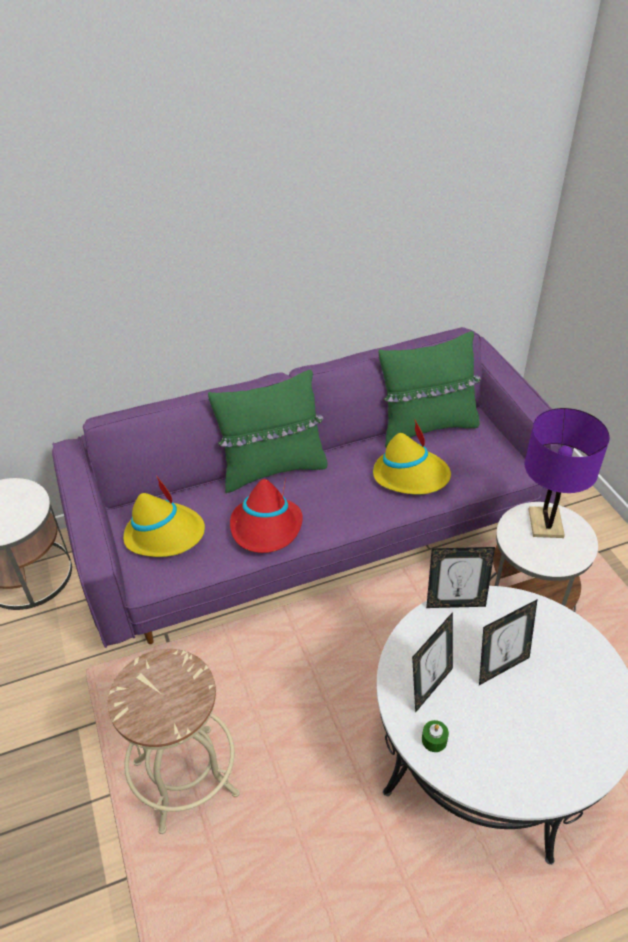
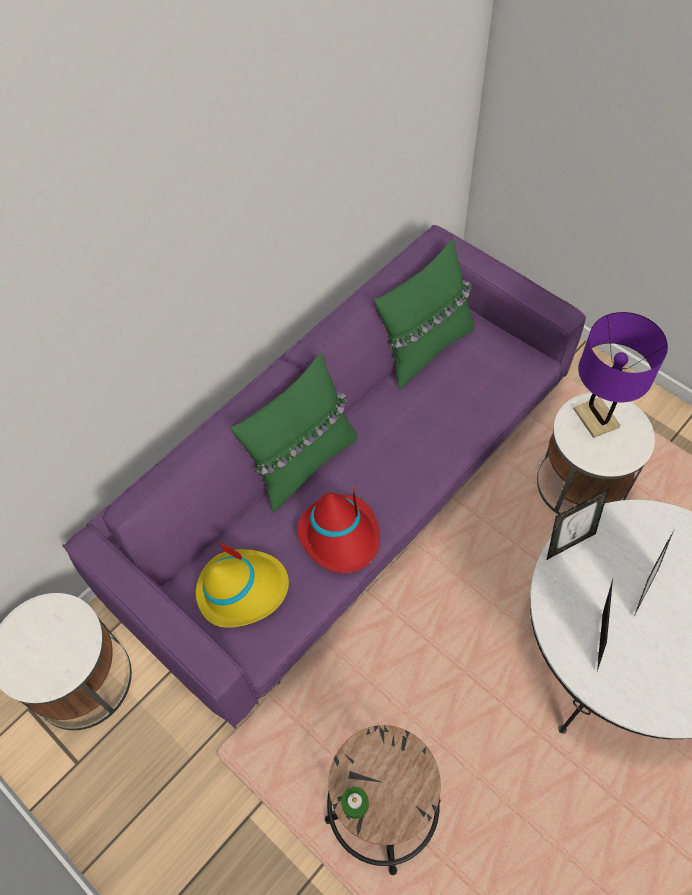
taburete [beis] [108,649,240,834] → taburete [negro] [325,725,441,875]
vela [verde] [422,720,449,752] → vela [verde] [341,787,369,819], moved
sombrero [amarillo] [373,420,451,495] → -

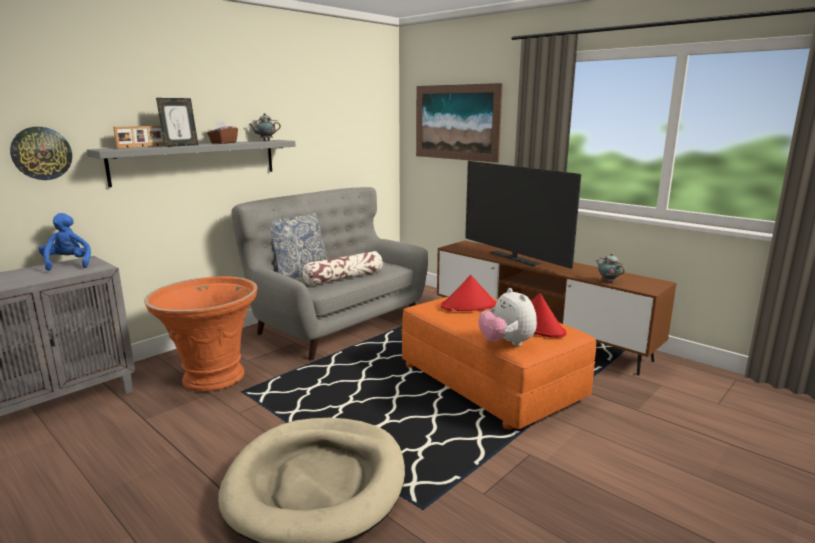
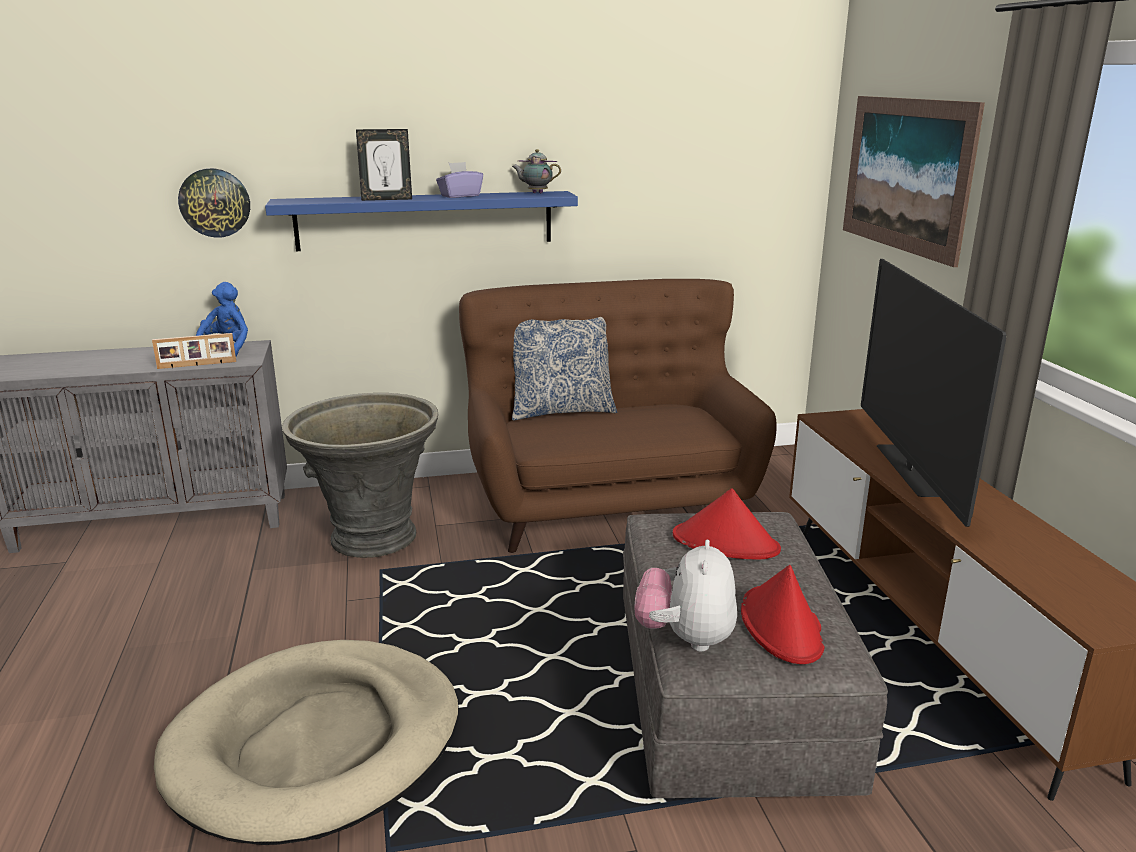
portarretratos [113,126,164,148] → portarretratos [152,333,236,369], moved
estante [gris] [87,140,296,187] → estante [azul] [265,191,578,251]
maceta [naranja] [144,276,258,392] → maceta [gris] [282,393,438,558]
caja de pañuelos [marrón] [207,121,238,144] → caja de pañuelos [morado] [436,162,483,198]
sofá [gris] [231,187,428,360] → sofá [marrón] [459,279,777,553]
puf [naranja] [402,296,596,430] → puf [gris] [623,512,888,798]
cojín [302,251,383,286] → -
tetera [596,253,625,283] → -

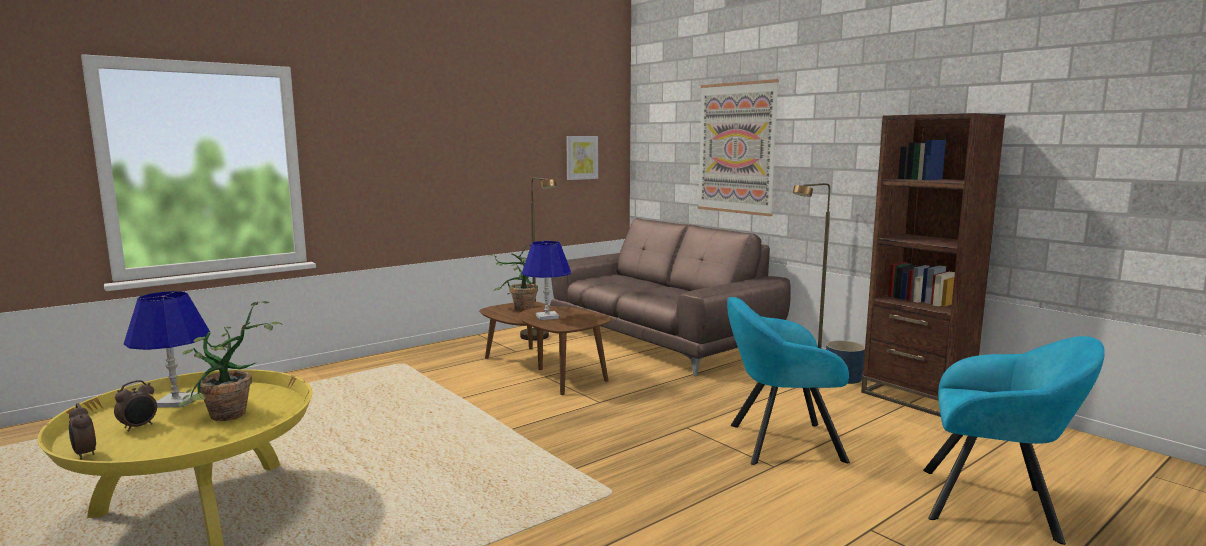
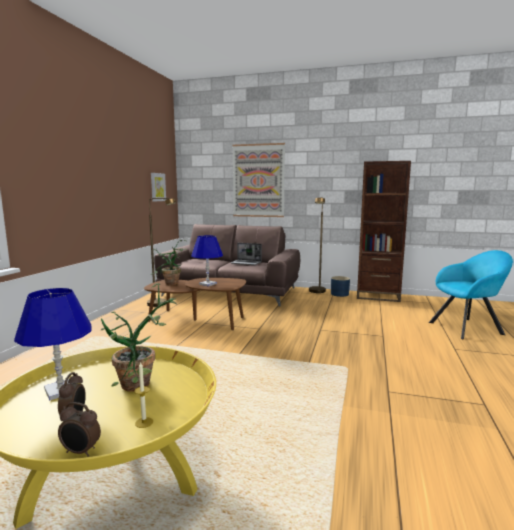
- → vela [134,361,153,428]
- → portátil [230,243,262,265]
sillón [turquesa] [727,297,850,465] → -

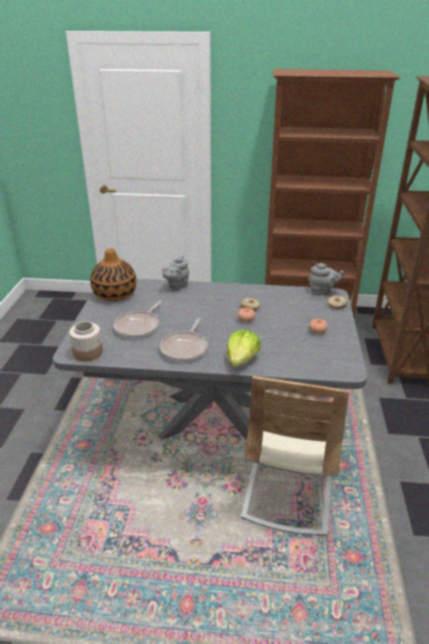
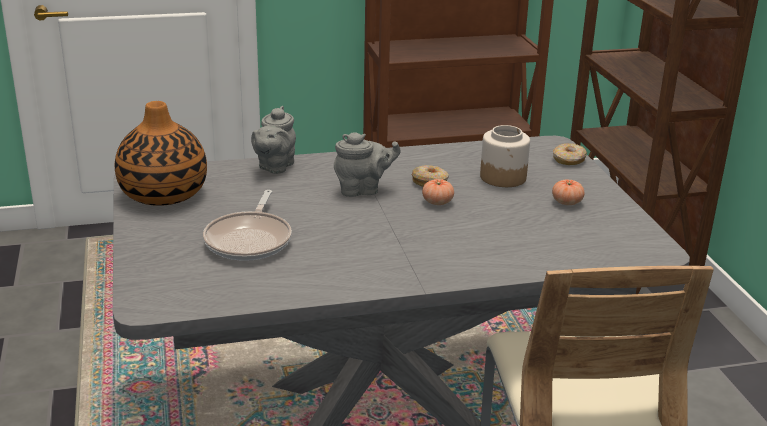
tetera [gris] [309,263,345,295] → tetera [gris] [334,132,401,197], moved
tarro [69,321,103,361] → tarro [480,125,530,187], moved
sartén [160,318,208,362] → -
lechuga [226,330,261,367] → -

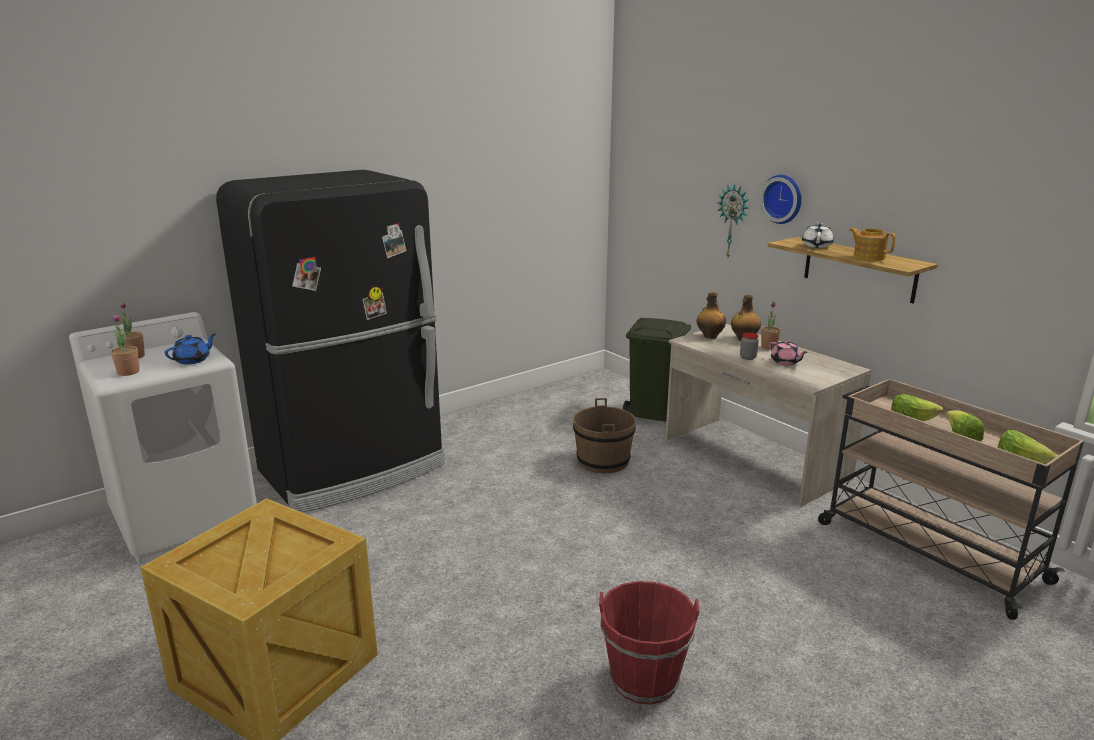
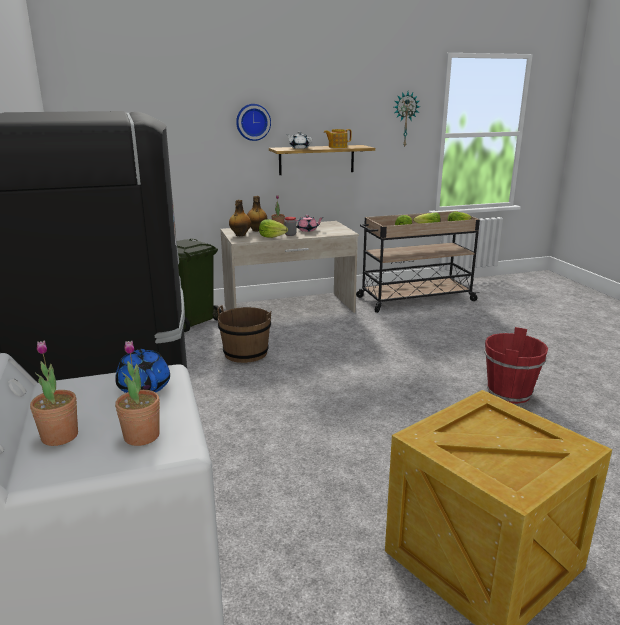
- → lechuga [259,219,288,238]
reloj de pared [717,184,749,257] → reloj de pared [394,92,420,148], moved

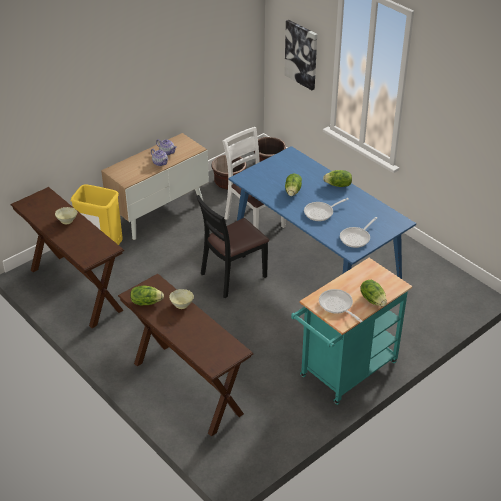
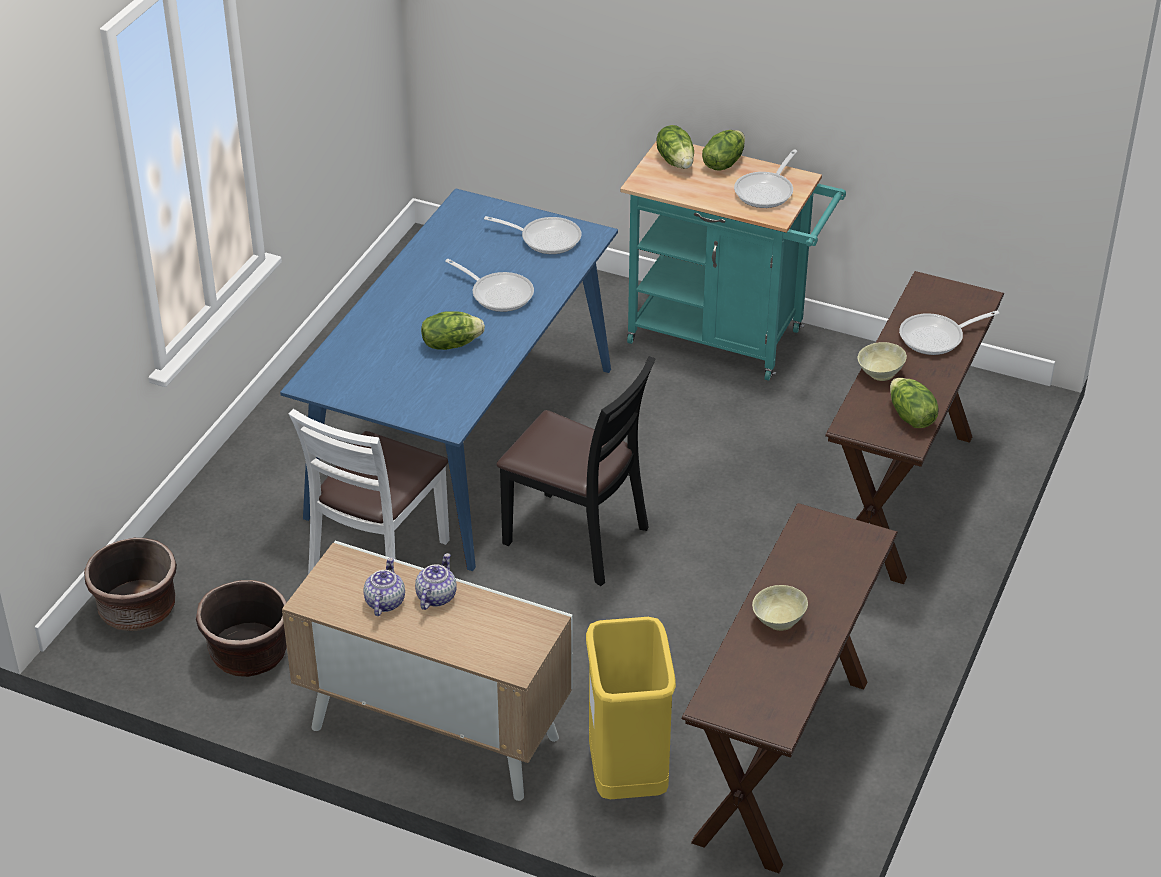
lechuga [323,170,352,187] → lechuga [657,125,694,169], moved
- → sartén [899,311,999,355]
cuadro [284,20,317,90] → -

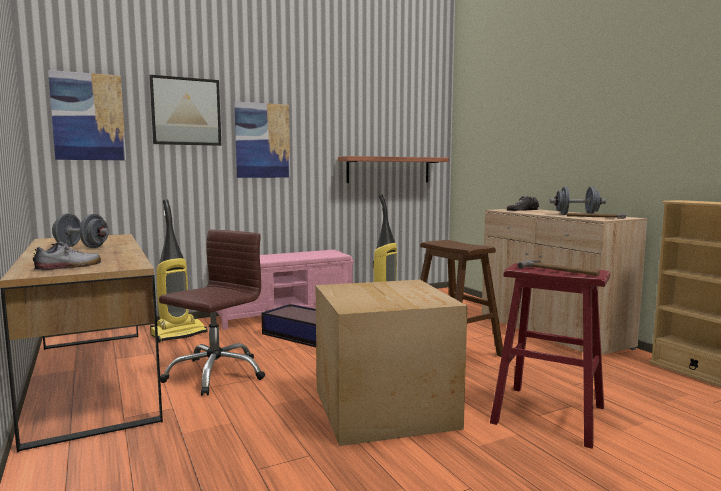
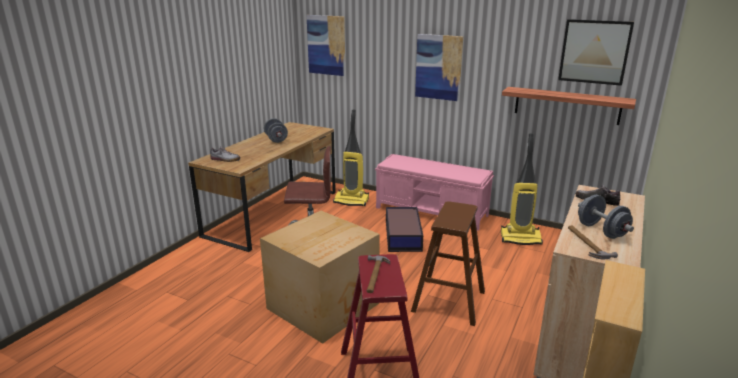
cuadro [149,75,221,146] → cuadro [558,19,634,86], moved

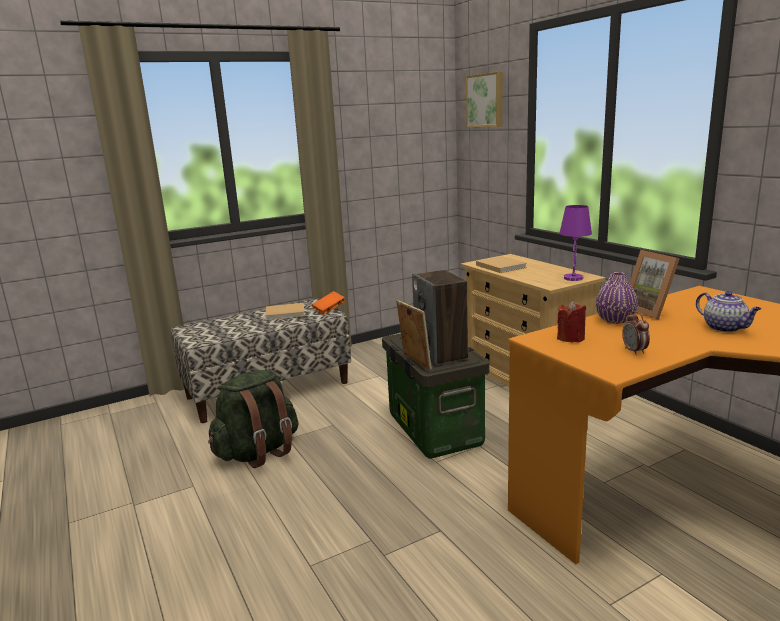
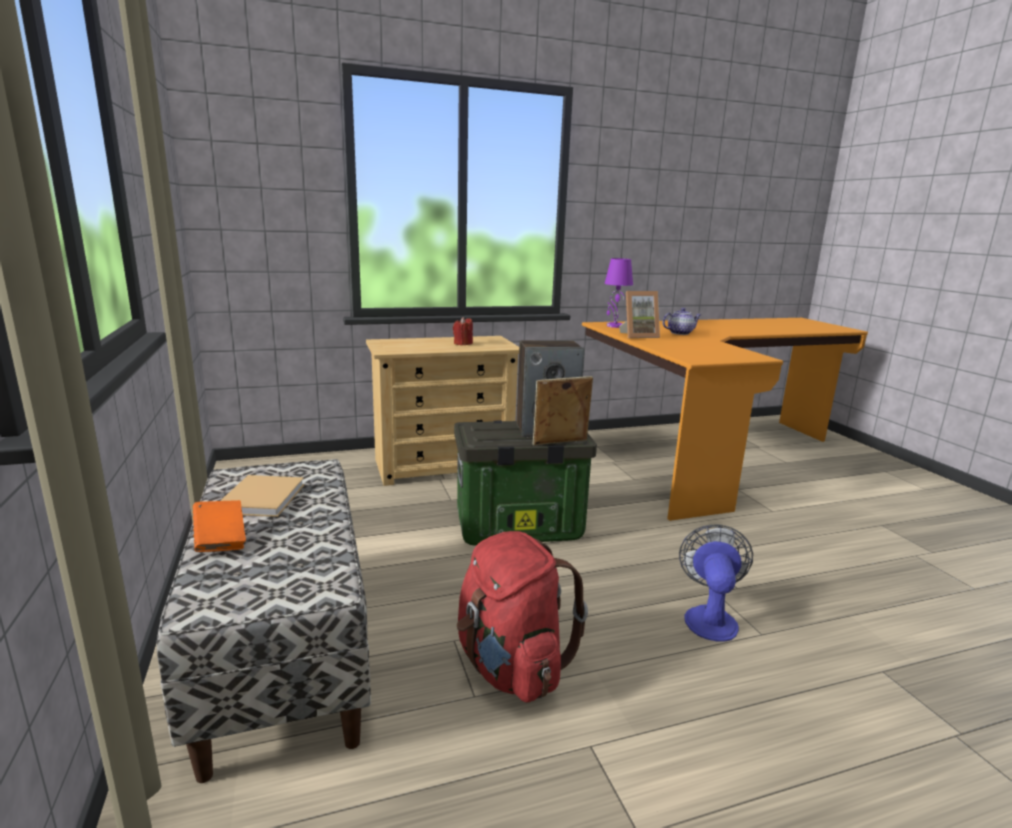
libro [naranja] [312,291,345,314] → libro [naranja] [193,500,246,552], moved
vela [rojo] [557,301,586,343] → vela [rojo] [453,317,473,345], moved
mochila [verde] [208,370,299,468] → mochila [rojo] [457,531,588,703]
lámpara de mesa [morado] [559,205,592,281] → lámpara de mesa [morado] [604,258,633,328], moved
- → ventilador [679,524,753,642]
cuadro [466,72,502,127] → -
libro [beis] [476,256,527,273] → -
florero [morado] [596,272,638,324] → -
despertador [622,311,650,355] → -

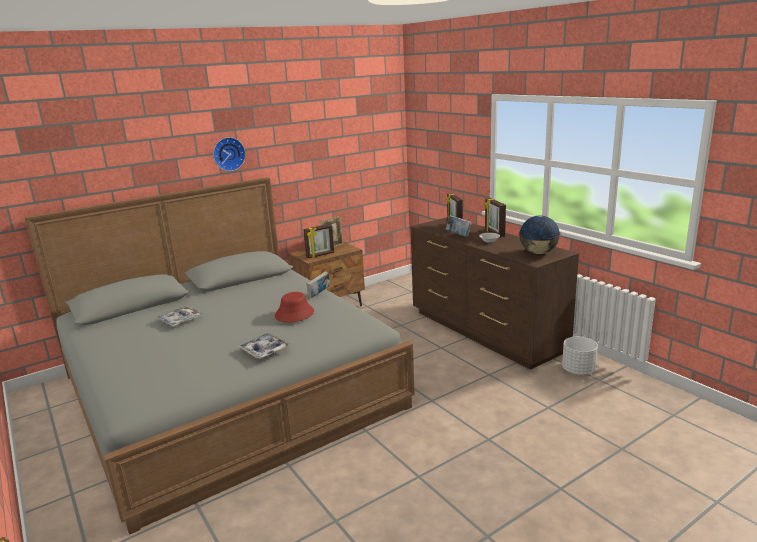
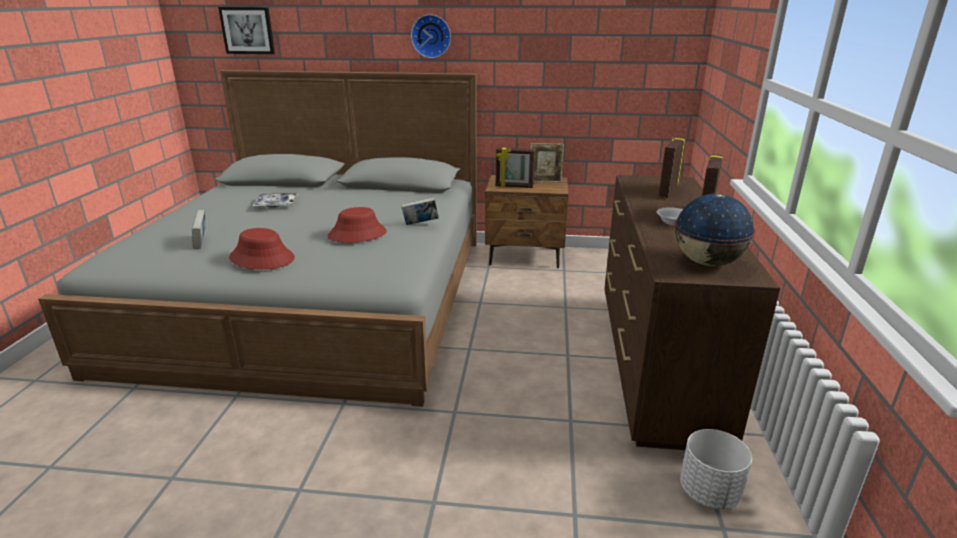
libro [446,215,472,237] → libro [192,210,205,249], moved
- → cuadro [218,7,275,54]
bandeja [238,333,291,359] → sombrero [rojo] [229,228,295,269]

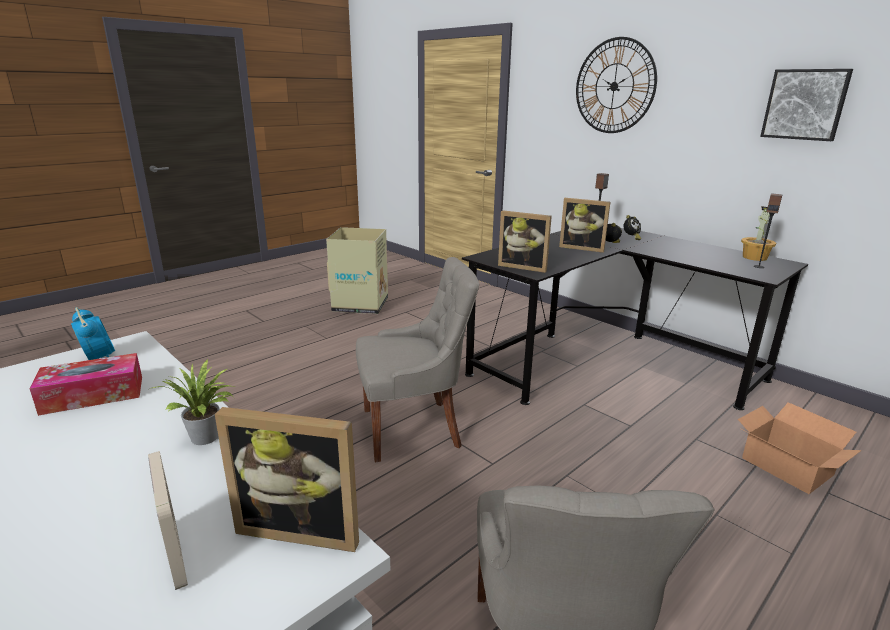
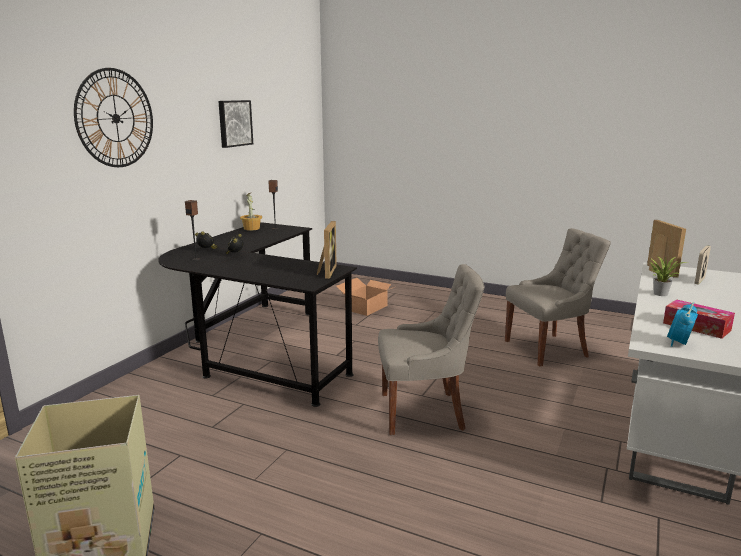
silla [gris] [356,257,479,462] → silla [gris] [378,264,485,435], 120 degrees clockwise
portarretratos [559,198,610,253] → -

